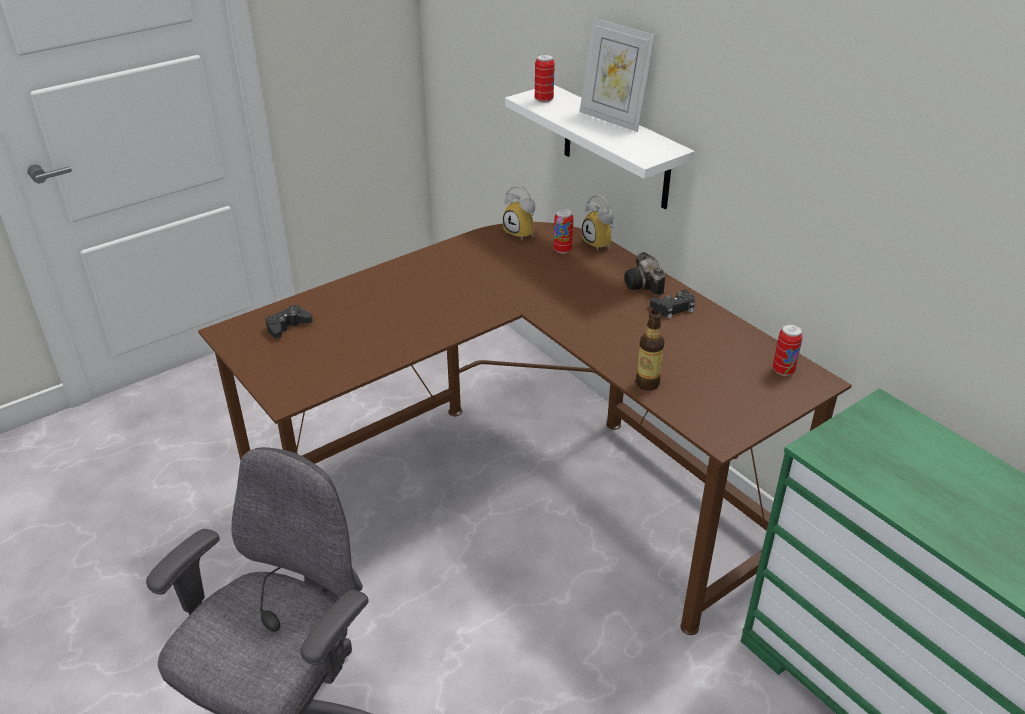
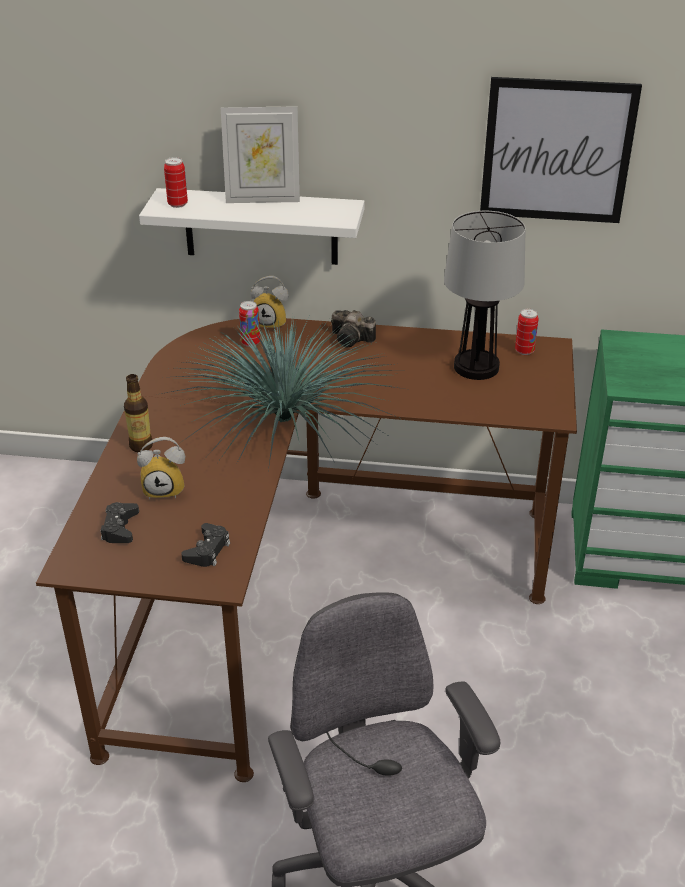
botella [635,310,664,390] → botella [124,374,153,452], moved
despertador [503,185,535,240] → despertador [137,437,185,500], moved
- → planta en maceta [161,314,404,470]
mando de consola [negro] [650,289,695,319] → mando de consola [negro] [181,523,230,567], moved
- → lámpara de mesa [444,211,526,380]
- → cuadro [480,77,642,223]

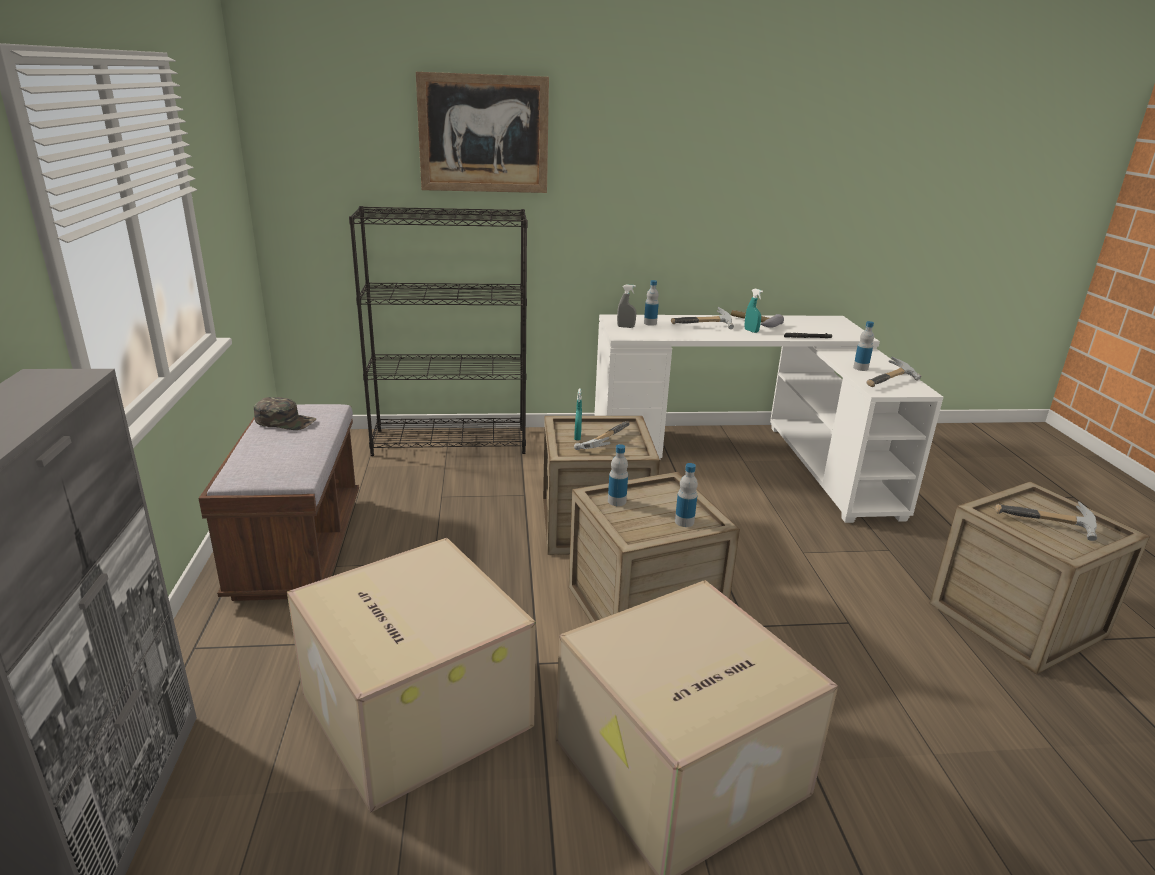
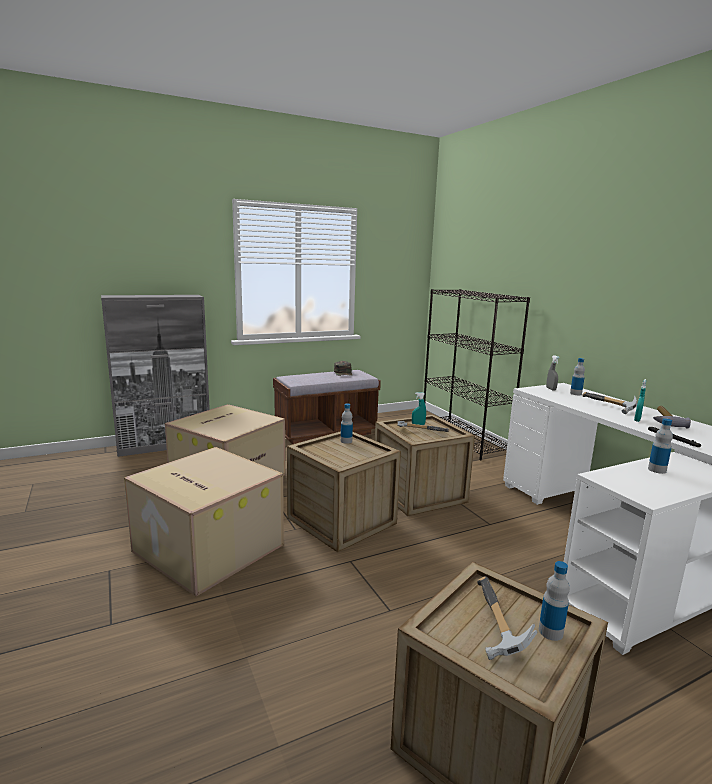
botella [675,463,698,527] → botella [539,561,570,641], moved
cuadro [416,72,549,193] → -
martillo [867,357,921,387] → -

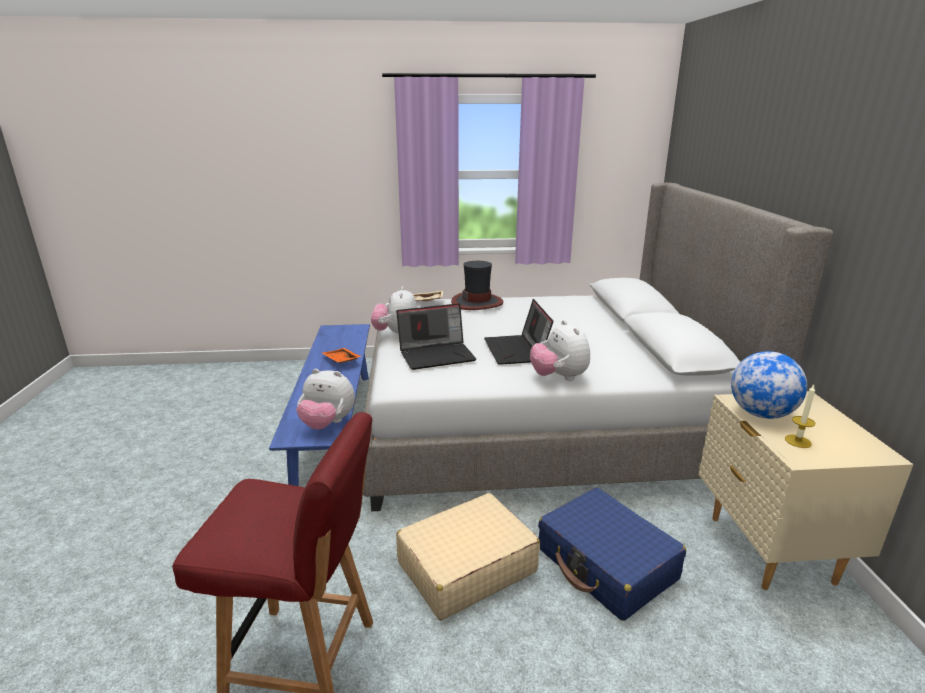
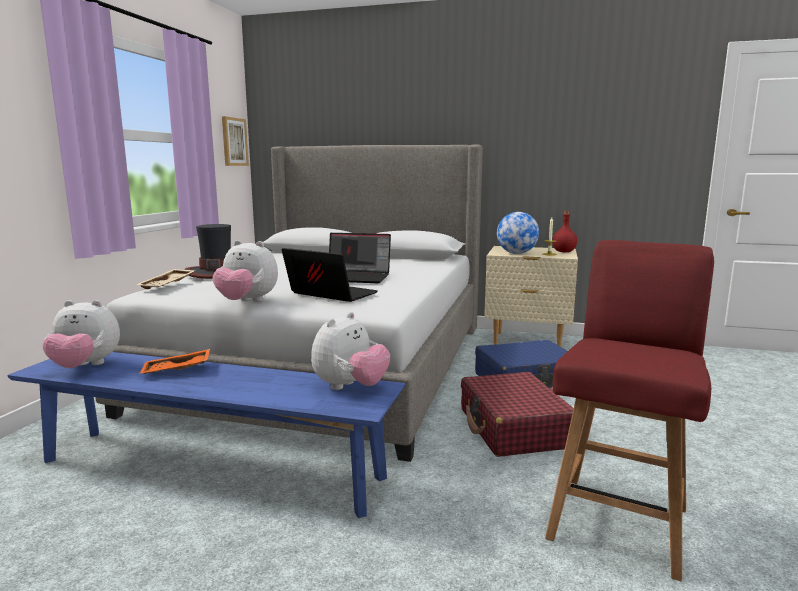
peluche [530,320,590,381] → peluche [42,300,120,368], moved
- → cuadro [222,116,249,166]
portátil [396,303,476,370] → portátil [282,248,378,302], 60 degrees counterclockwise
maleta [beis] [396,493,540,620] → maleta [rojo] [461,372,574,457]
- → botella [rojo] [552,211,577,252]

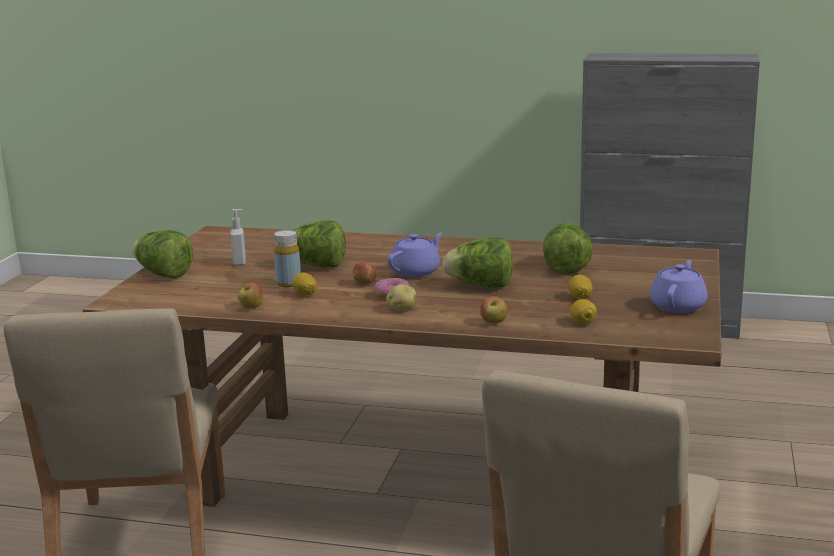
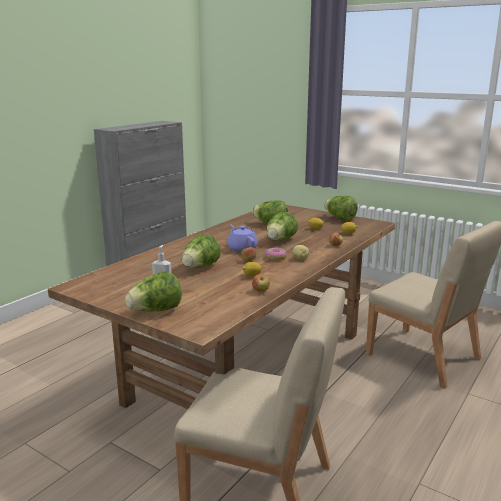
tetera [morado] [650,260,708,313] → lechuga [324,196,358,221]
botella [amarillo] [274,230,301,287] → -

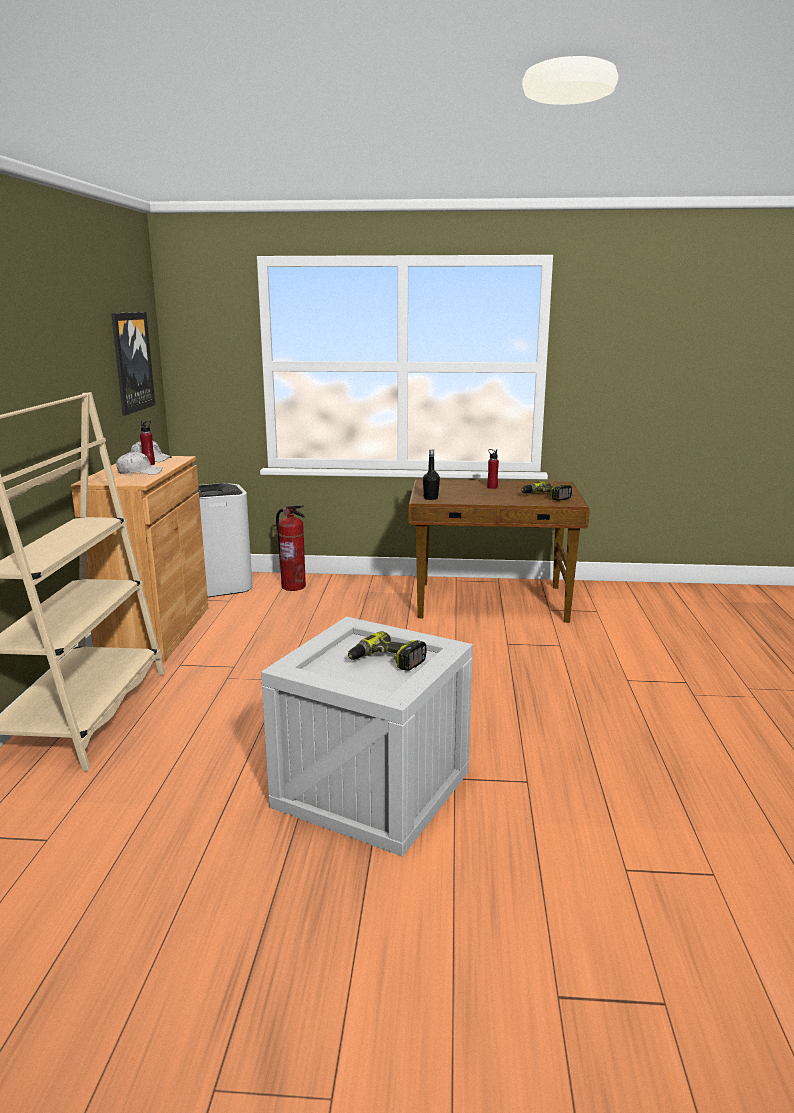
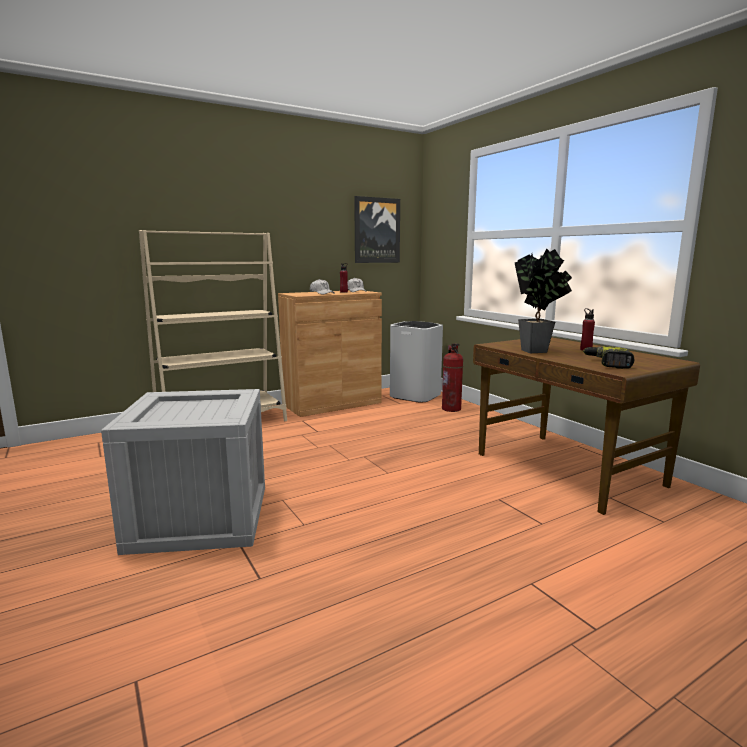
- → planta en maceta [515,249,572,353]
taladro [348,631,427,671] → -
botella [negro] [423,449,440,500] → -

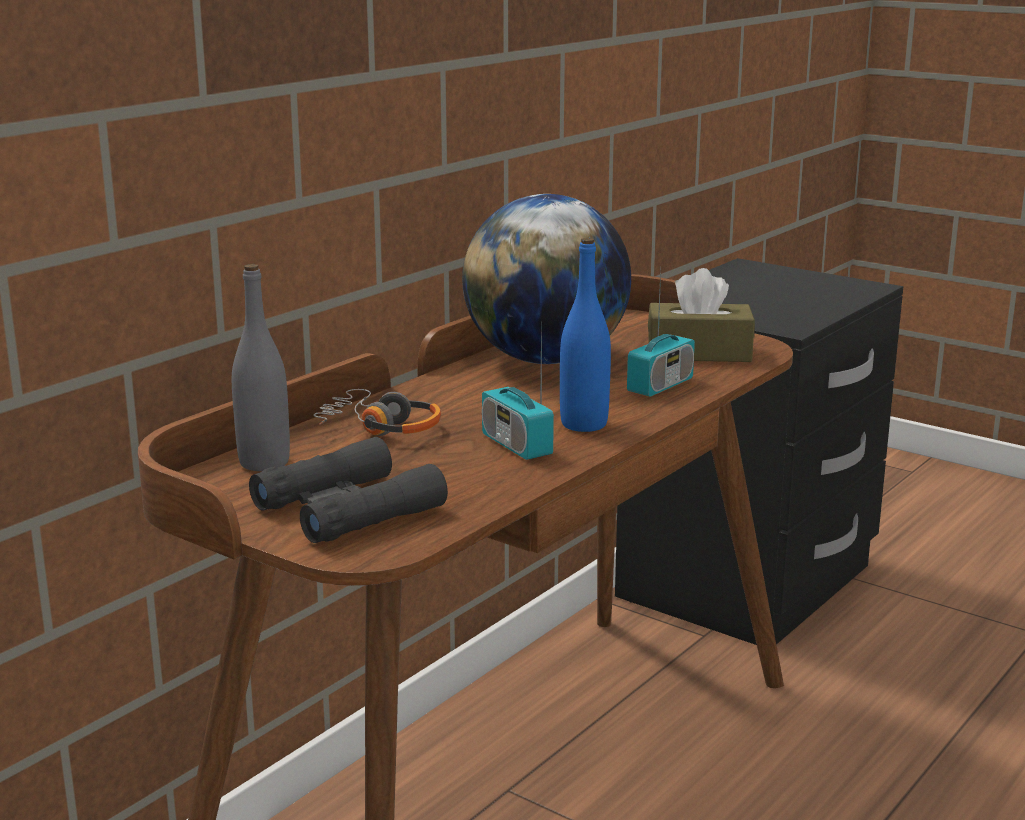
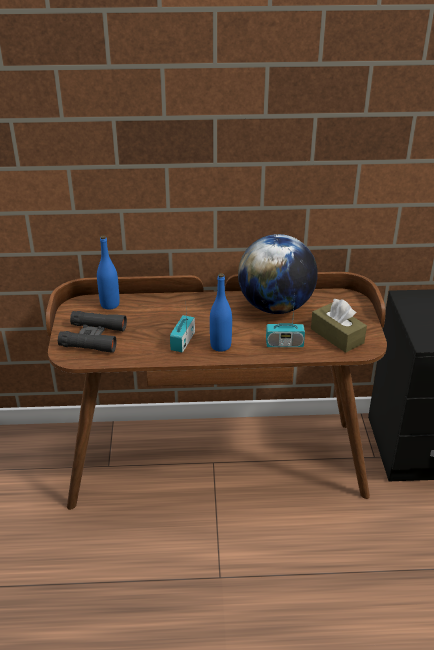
botella [gris] [232,264,290,471] → botella [azul] [97,236,120,310]
auriculares [313,389,441,436] → -

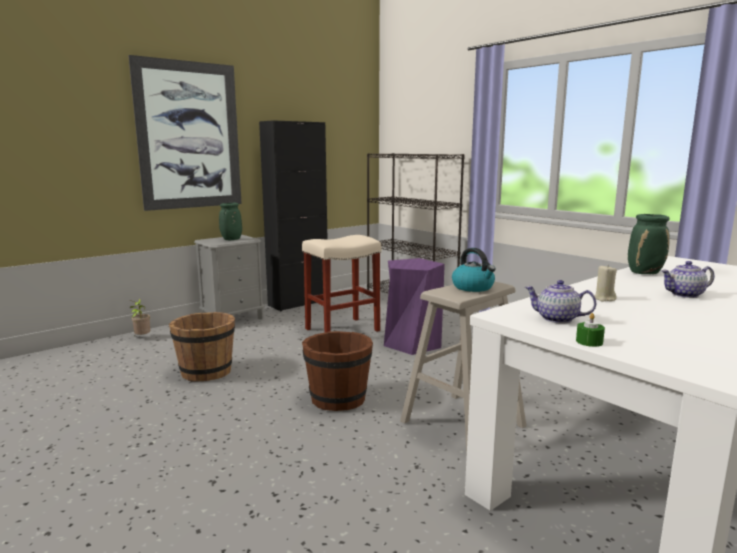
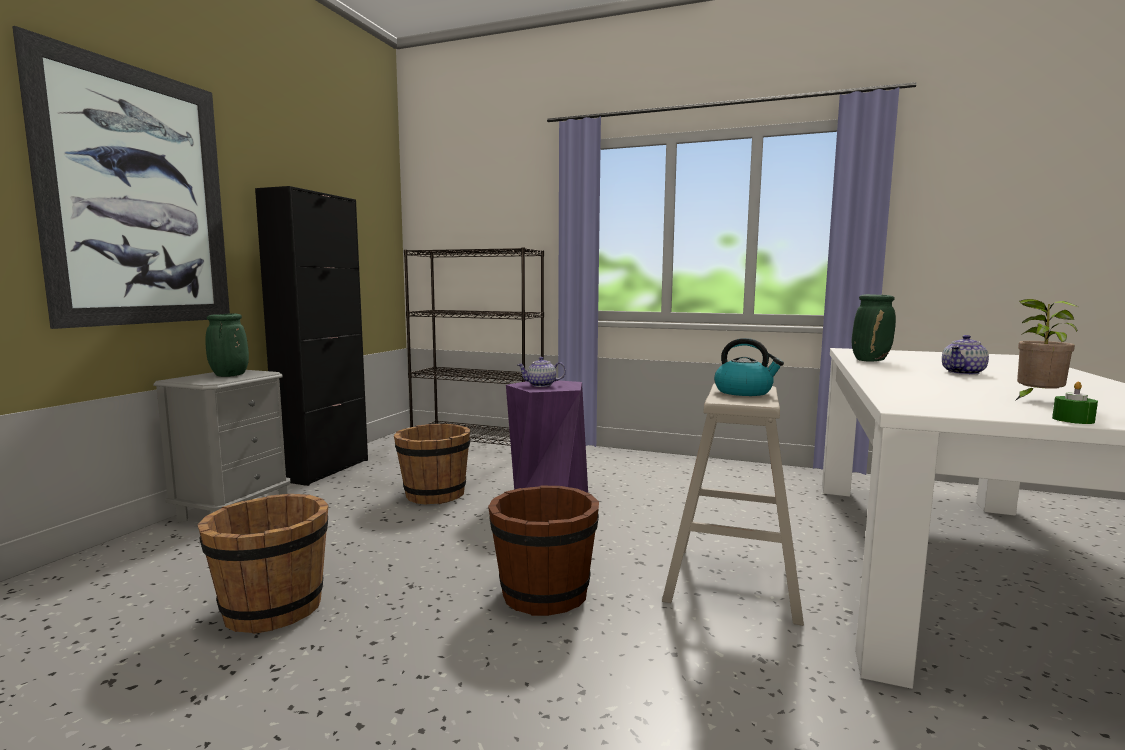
taburete [beis] [302,235,381,333] → cubo [marrón] [394,423,470,505]
tetera [525,280,596,324] → tetera [518,357,566,387], moved
planta en maceta [130,299,150,335] → planta en maceta [1015,299,1078,401], moved
vela [beis] [594,265,617,302] → -

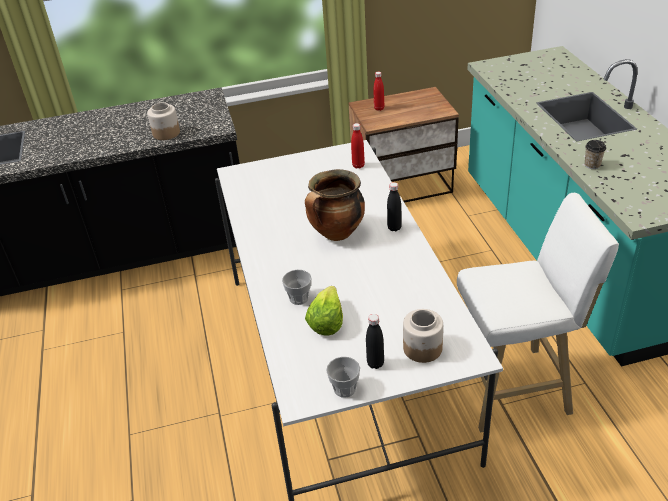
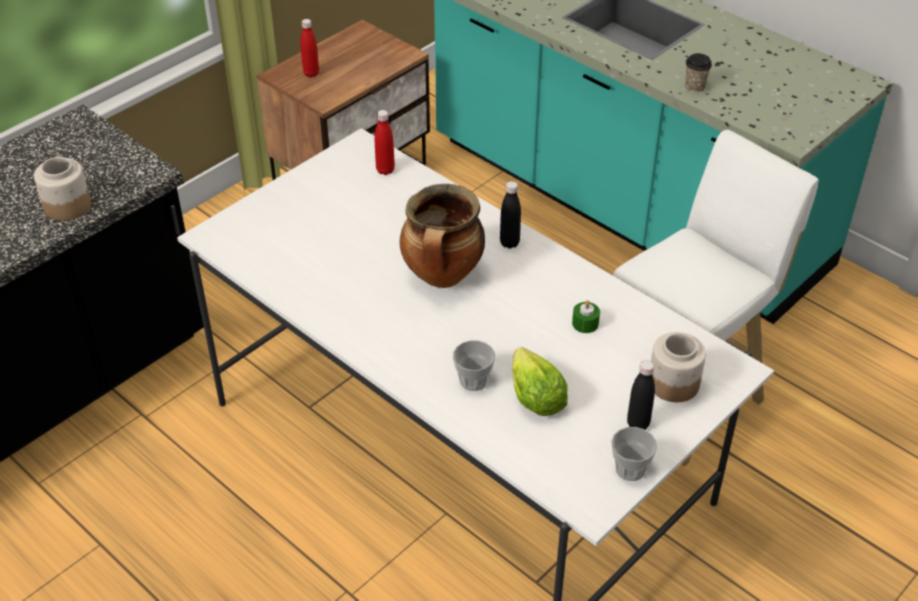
- → vela [verde] [572,300,600,333]

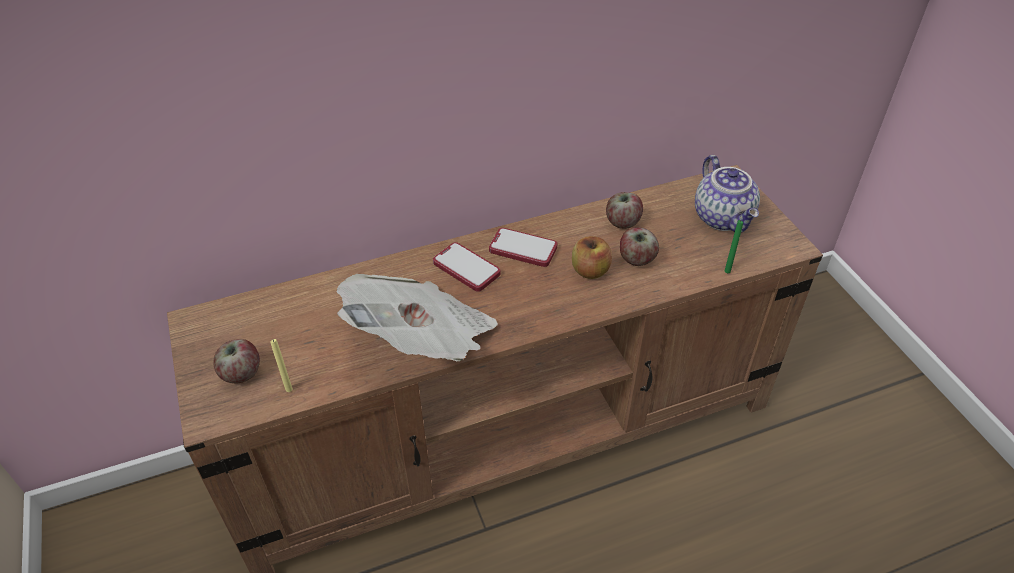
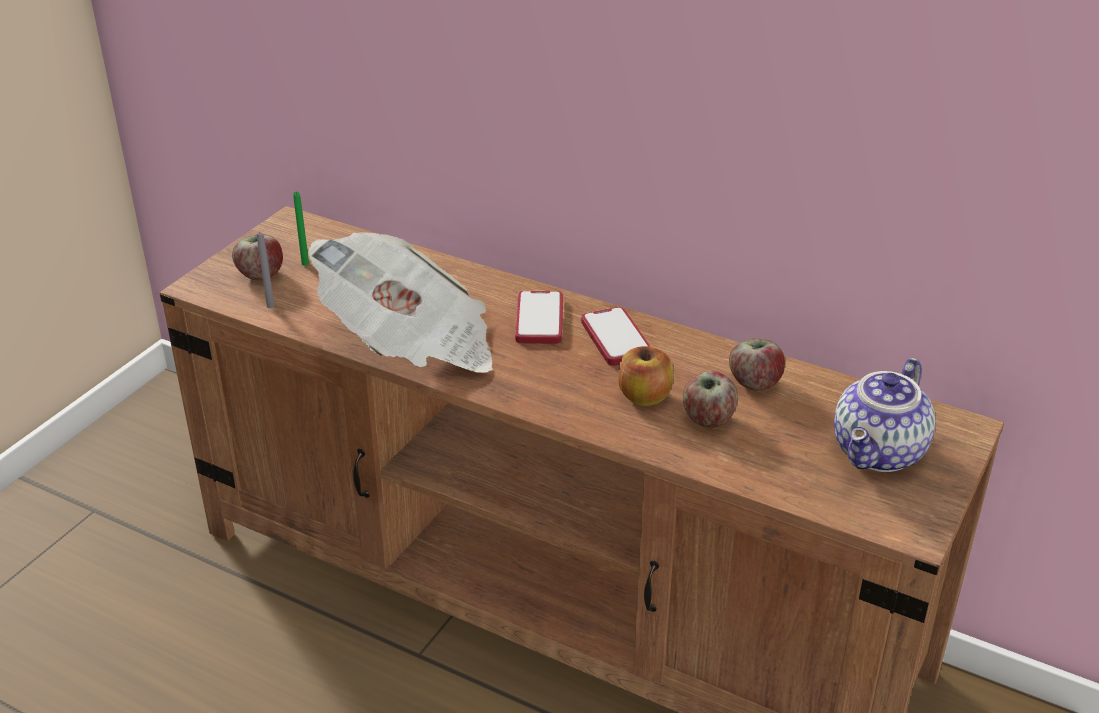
vela [amarillo] [270,339,293,392] → vela [gris] [257,231,275,308]
vela [verde] [725,220,743,273] → vela [verde] [293,191,309,266], moved

